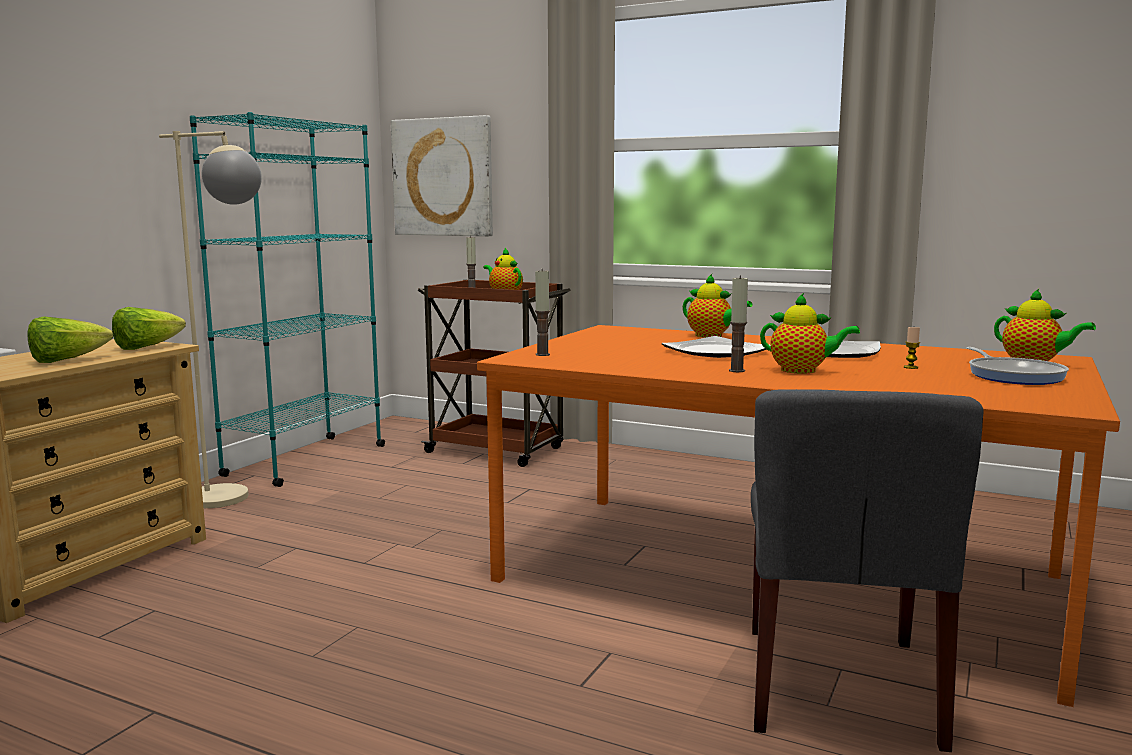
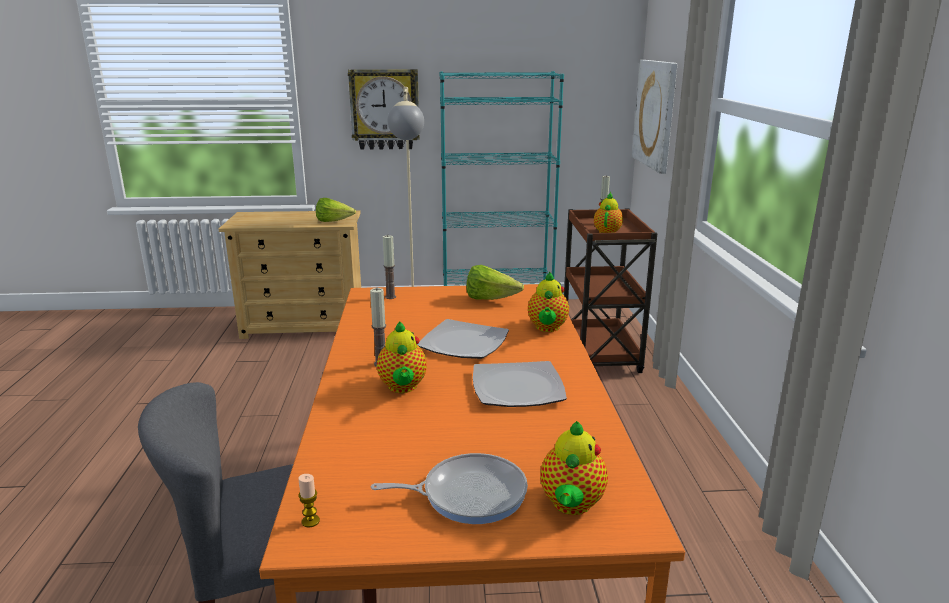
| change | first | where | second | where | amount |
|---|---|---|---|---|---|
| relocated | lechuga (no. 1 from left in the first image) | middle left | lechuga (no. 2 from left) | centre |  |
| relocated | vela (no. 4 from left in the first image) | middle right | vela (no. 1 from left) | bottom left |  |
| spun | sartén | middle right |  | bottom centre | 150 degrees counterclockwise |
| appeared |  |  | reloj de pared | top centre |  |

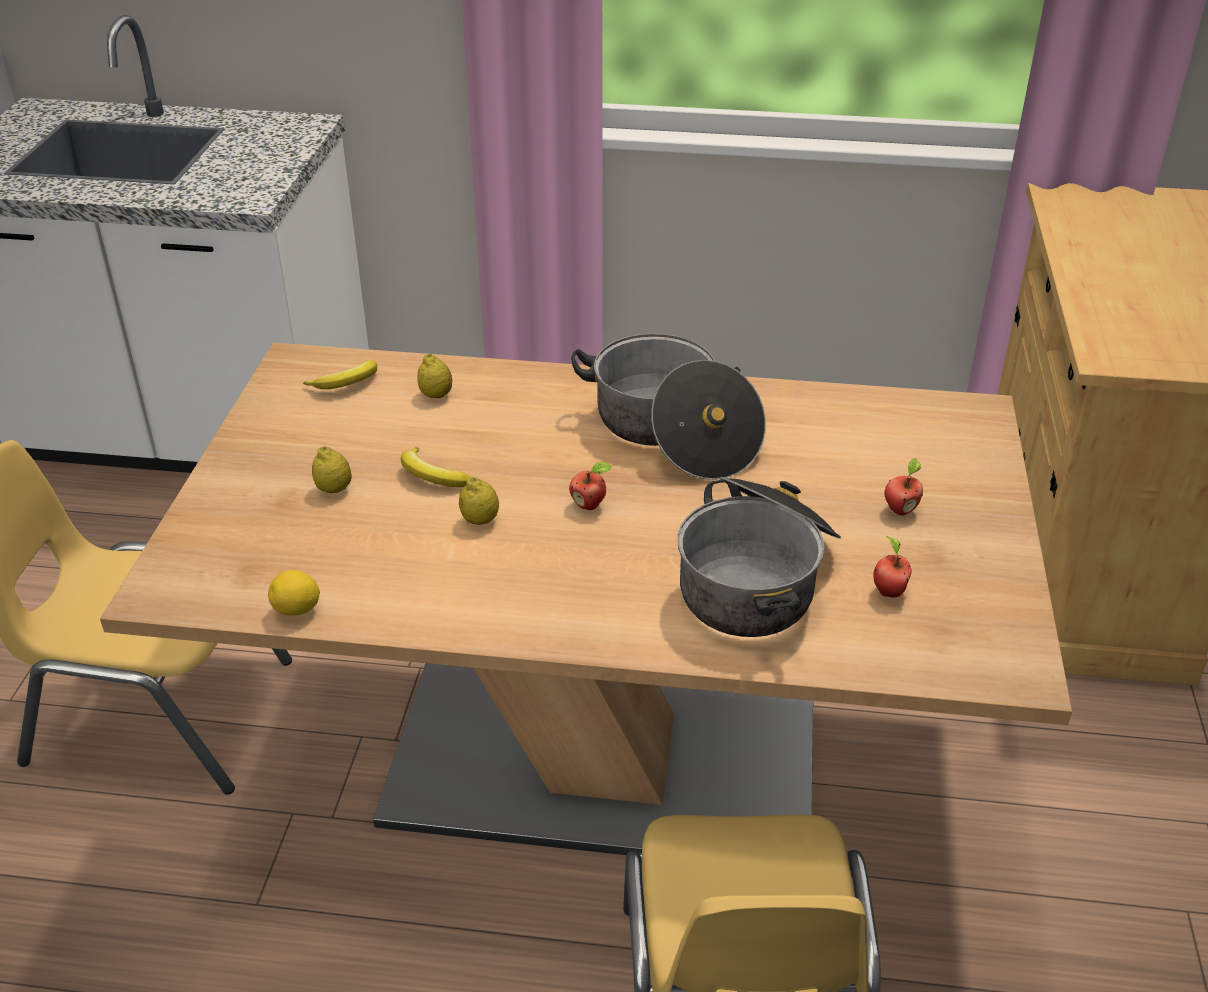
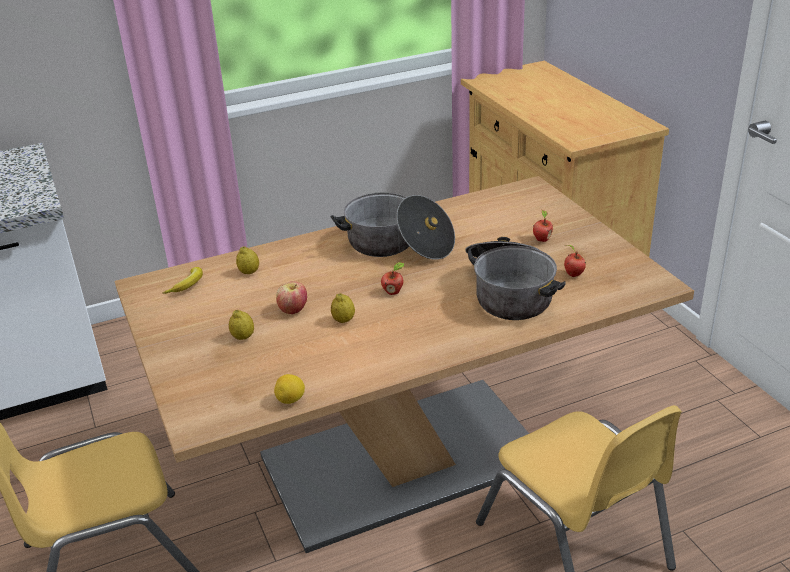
| change | first | where | second | where | amount |
|---|---|---|---|---|---|
| exchanged | plátano (no. 2 from left) | centre | manzana (no. 1 from left) | centre |  |

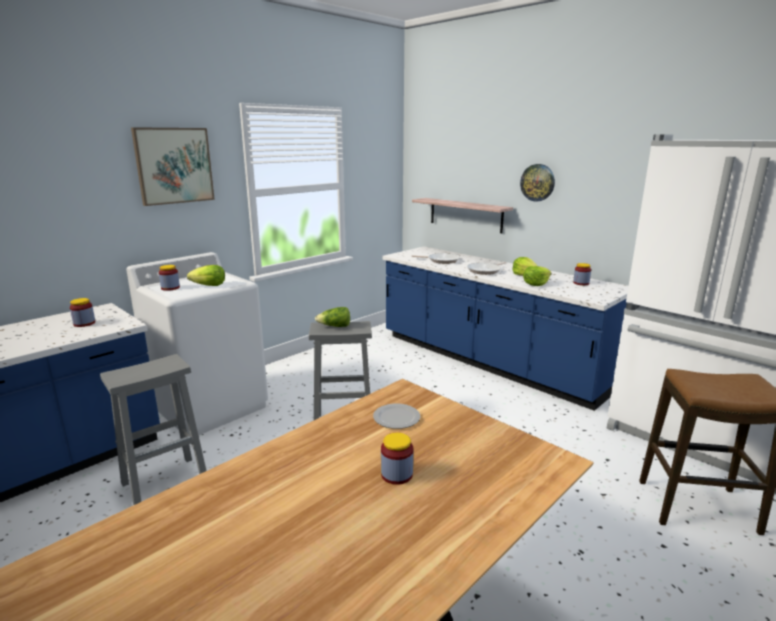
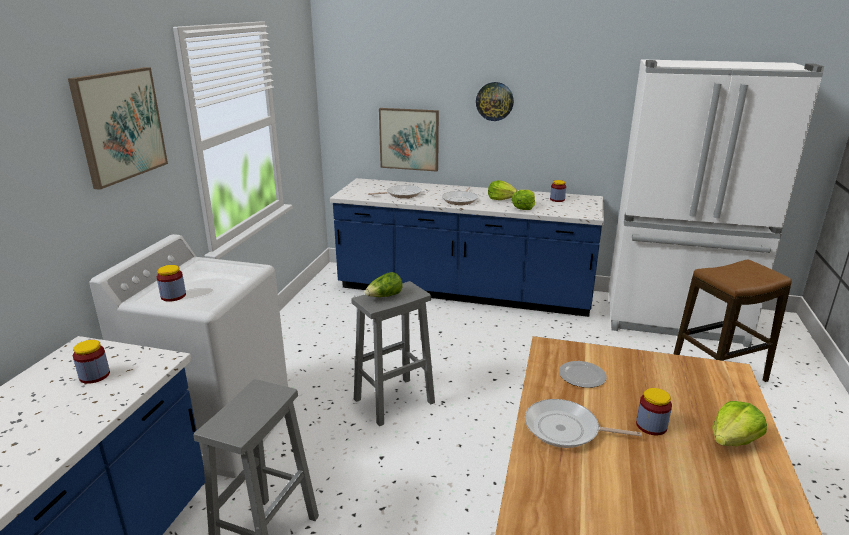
| change | first | where | second | where | amount |
|---|---|---|---|---|---|
| exchanged | estante | centre | cuadro (no. 2 from left) | top centre |  |
| relocated | lechuga (no. 1 from left in the first image) | middle left | lechuga (no. 4 from left) | bottom right |  |
| appeared |  |  | sartén (no. 3 from left) | bottom right |  |

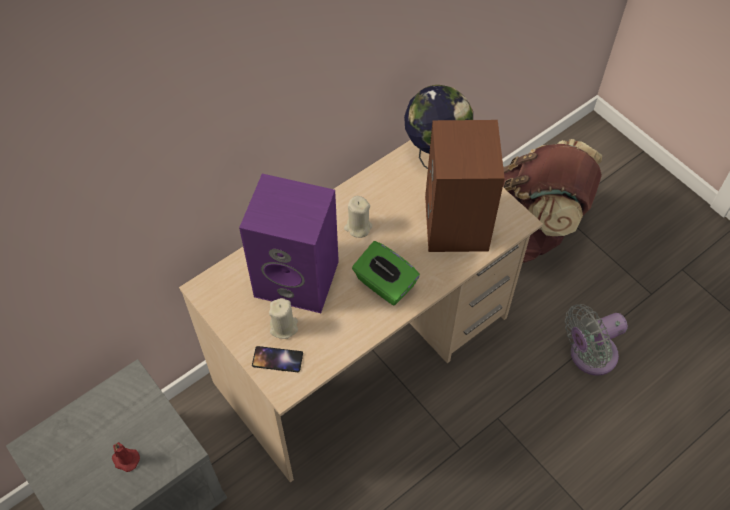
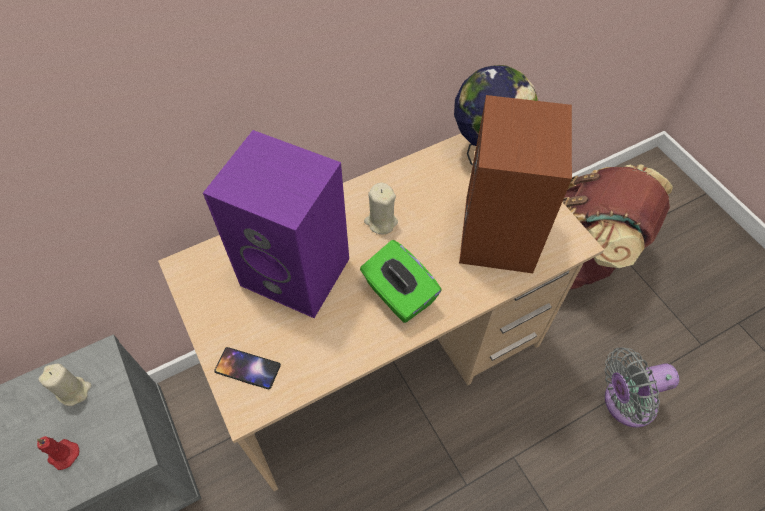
| change | first | where | second | where | amount |
|---|---|---|---|---|---|
| relocated | vela (beis) (no. 1 from left) | centre |  | bottom left |  |

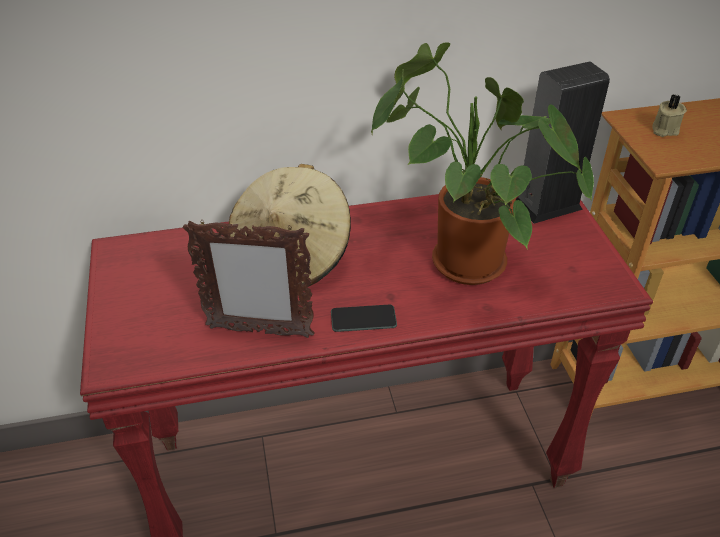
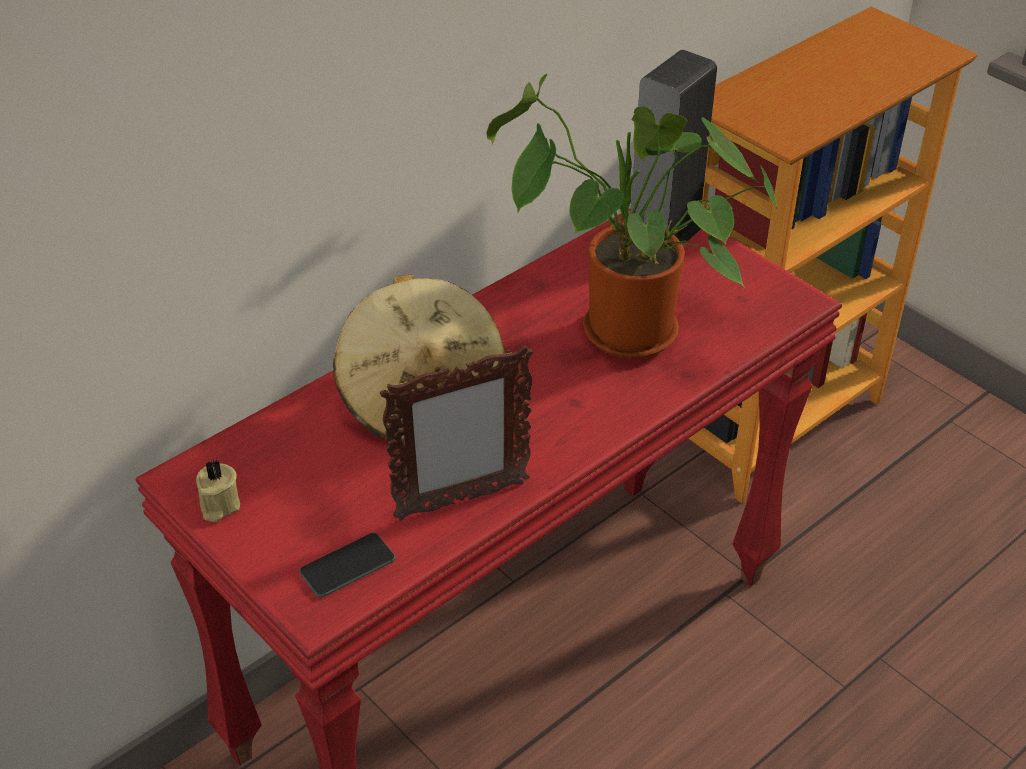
| change | first | where | second | where | amount |
|---|---|---|---|---|---|
| relocated | vela (beis) | top right |  | middle left |  |
| relocated | móvil | centre |  | bottom centre |  |

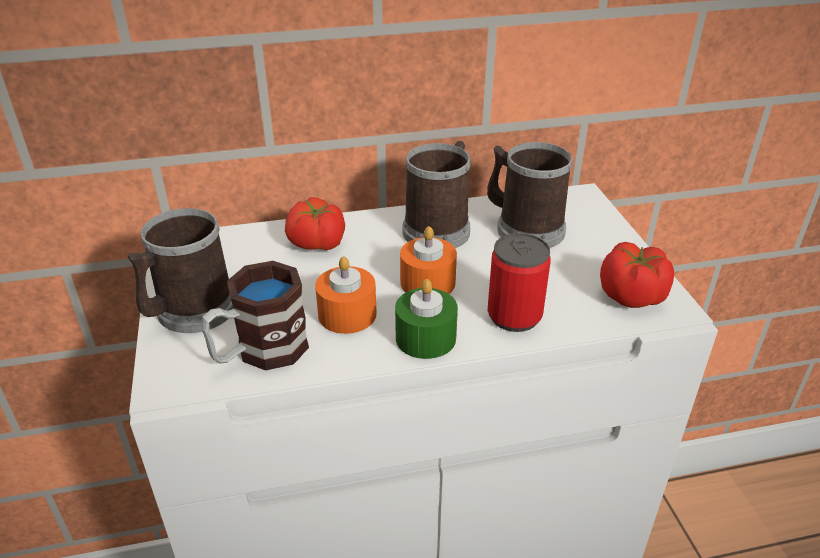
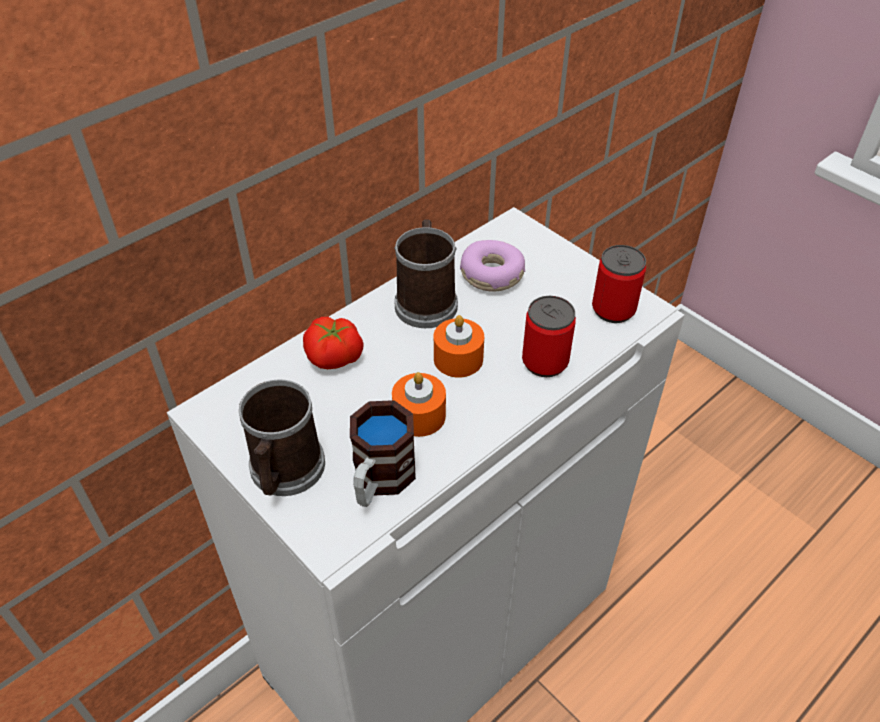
| change | first | where | second | where | amount |
|---|---|---|---|---|---|
| exchanged | taza grande (no. 4 from left) | centre | rosquilla | centre |  |
| exchanged | tomate (no. 2 from left) | middle right | lata (no. 2 from left) | middle right |  |
| missing | vela (verde) | centre |  |  |  |

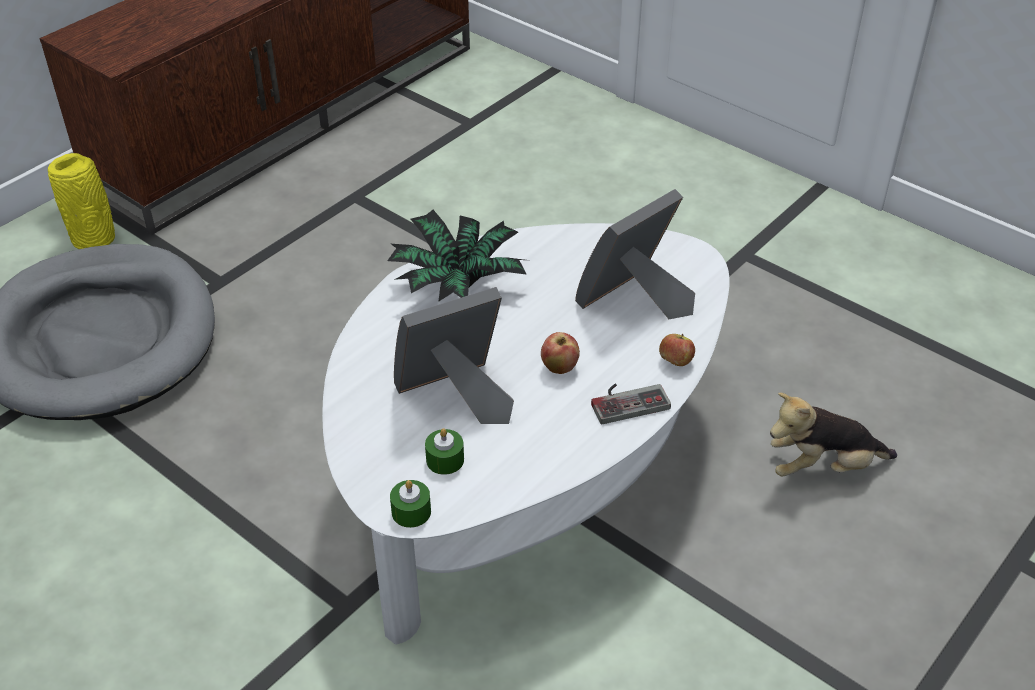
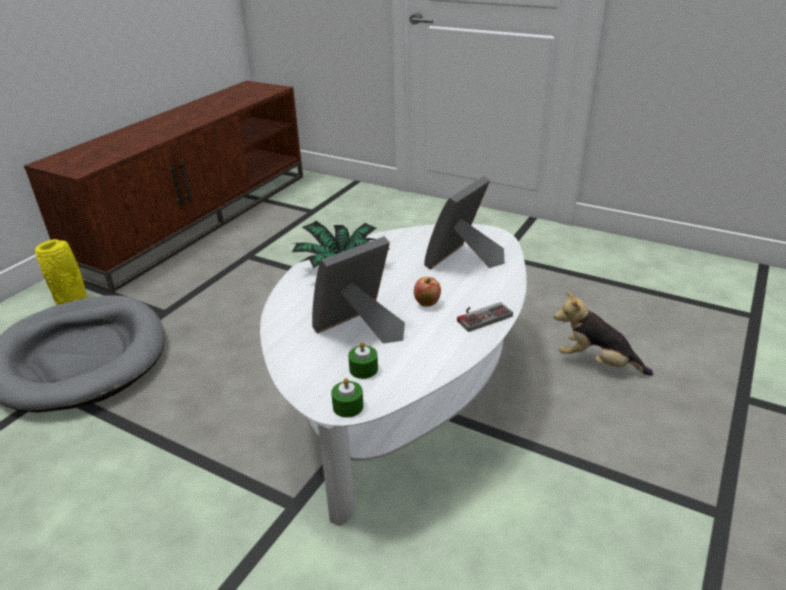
| change | first | where | second | where | amount |
|---|---|---|---|---|---|
| missing | manzana (no. 2 from left) | centre |  |  |  |
| spun | peluche | middle right |  | middle right | 45 degrees clockwise |

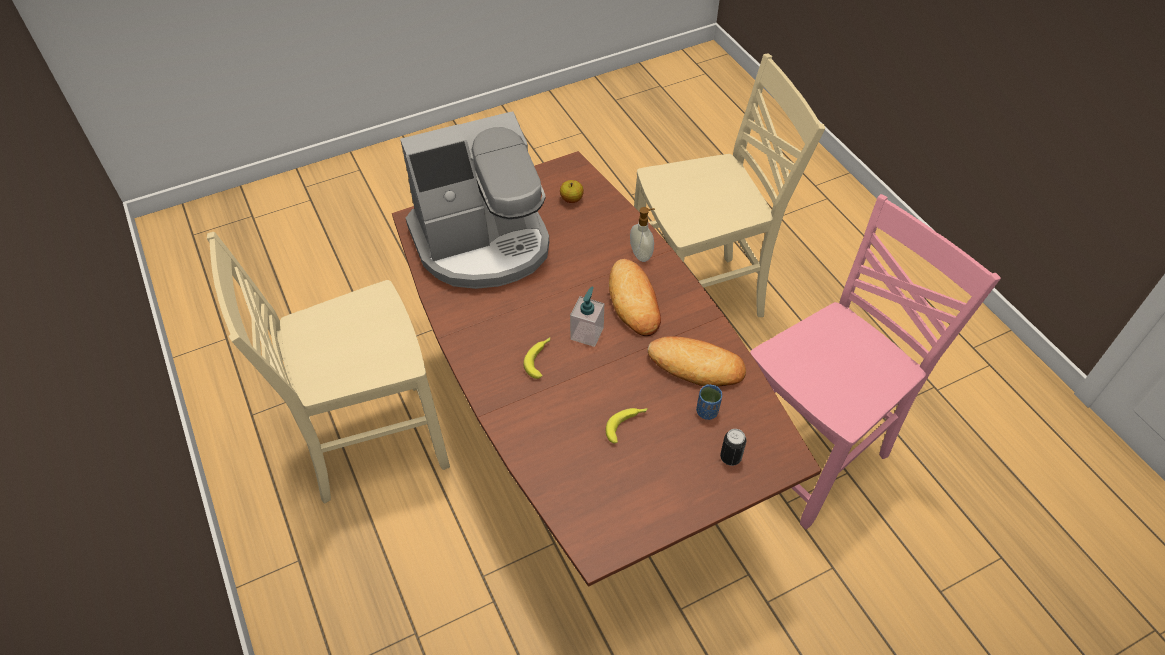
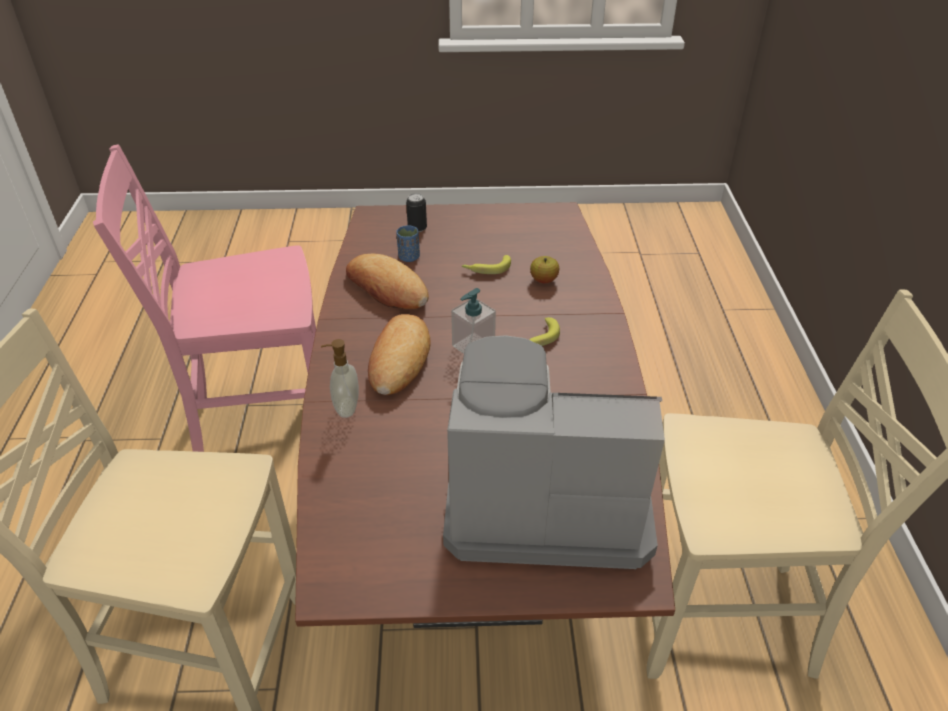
| change | first | where | second | where | amount |
|---|---|---|---|---|---|
| relocated | manzana | top centre |  | centre |  |

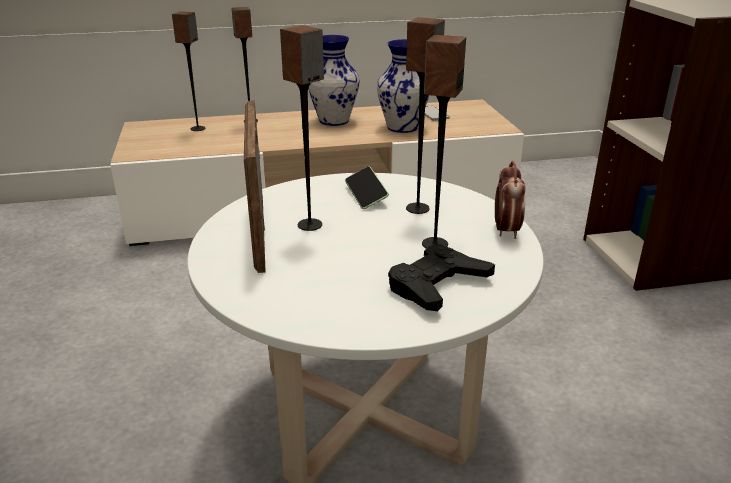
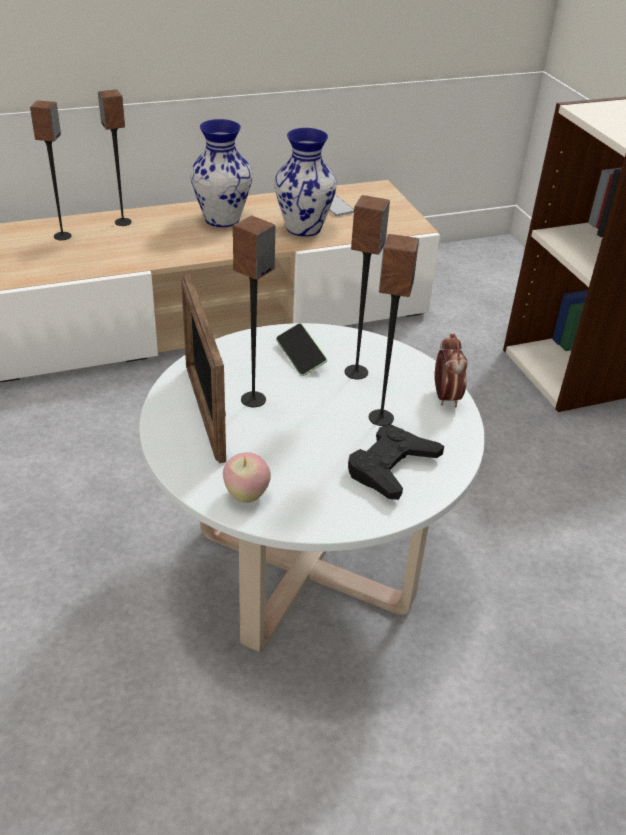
| change | first | where | second | where | amount |
|---|---|---|---|---|---|
| appeared |  |  | manzana | centre |  |

